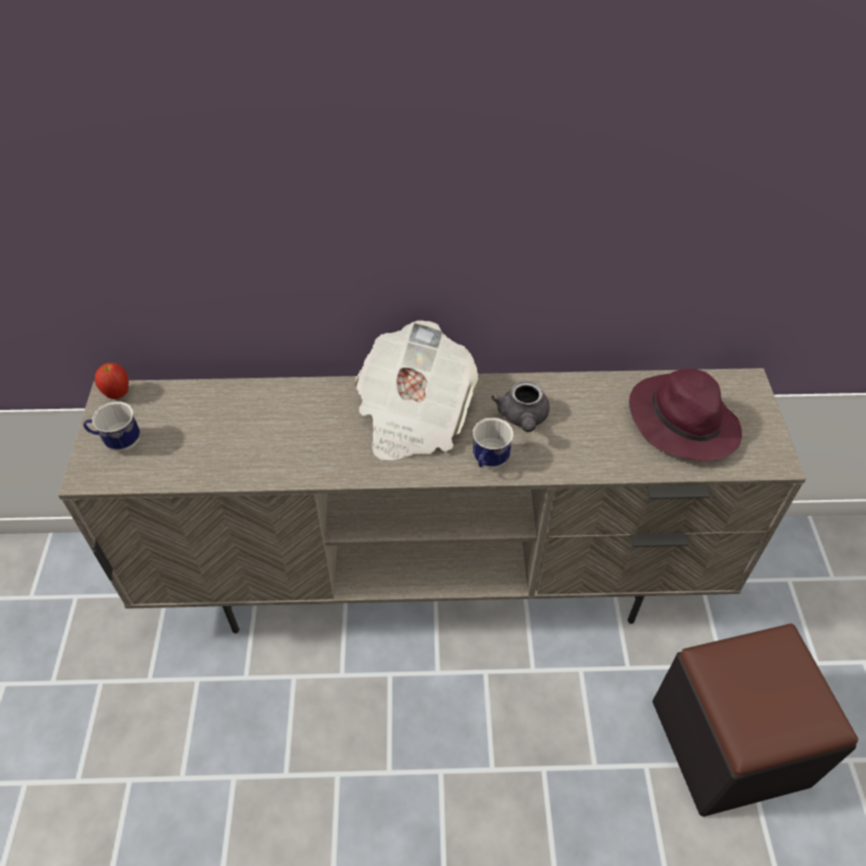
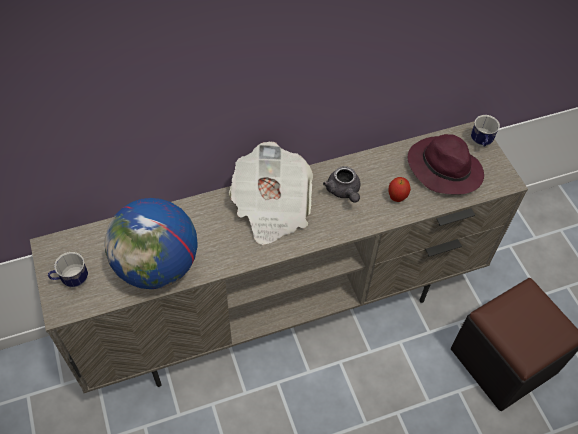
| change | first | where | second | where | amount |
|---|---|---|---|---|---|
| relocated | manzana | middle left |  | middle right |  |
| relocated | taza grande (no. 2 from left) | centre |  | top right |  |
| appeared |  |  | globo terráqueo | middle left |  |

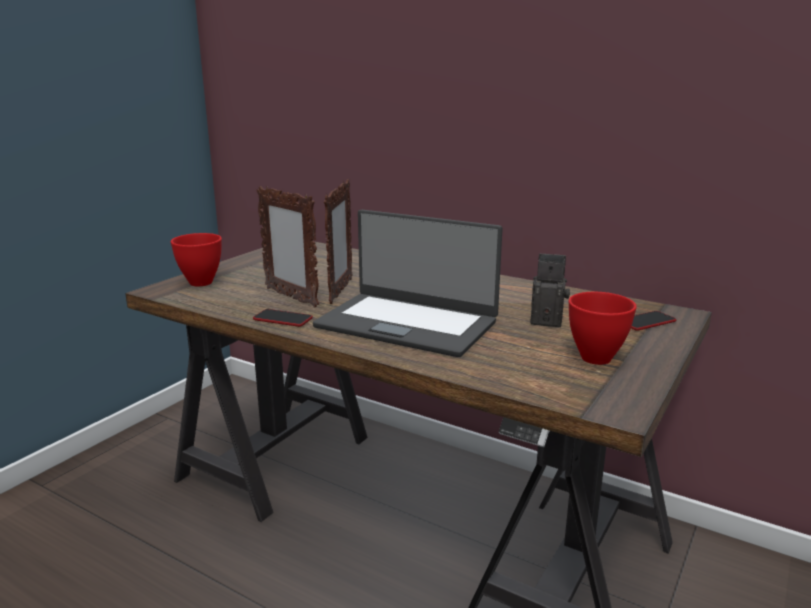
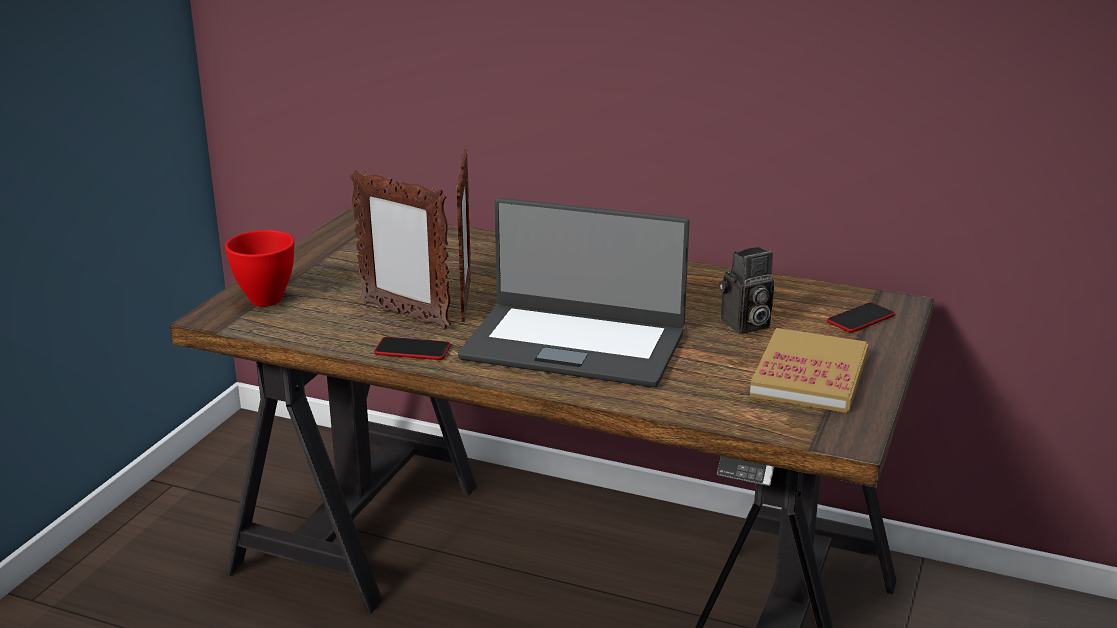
| change | first | where | second | where | amount |
|---|---|---|---|---|---|
| spun | cámara | middle right |  | middle right | 150 degrees clockwise |
| exchanged | cuenco (rojo) (no. 2 from left) | middle right | libro | middle right |  |

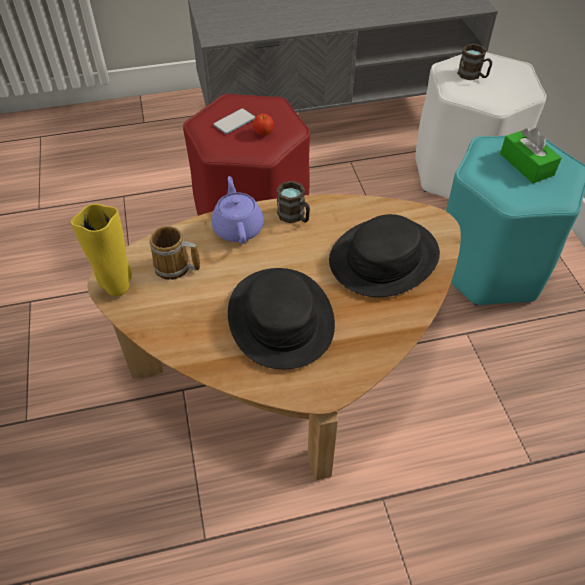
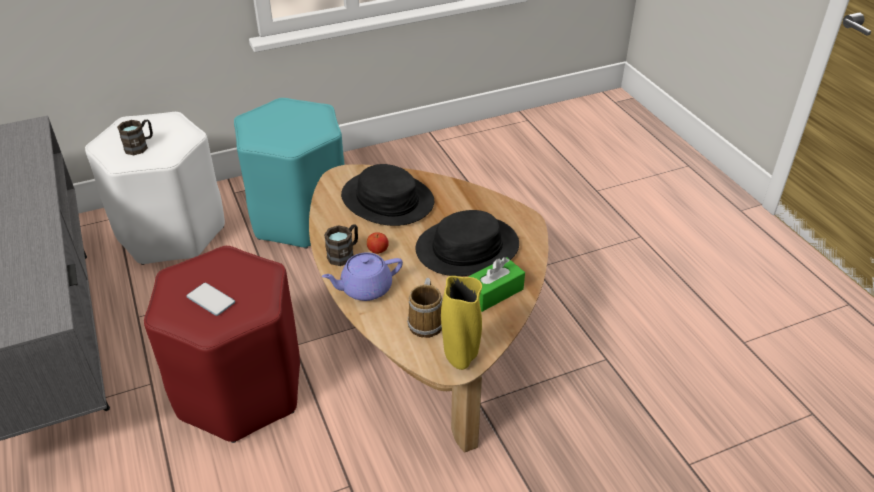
| change | first | where | second | where | amount |
|---|---|---|---|---|---|
| relocated | manzana | top centre |  | centre |  |
| relocated | caja de pañuelos (verde) | top right |  | centre |  |

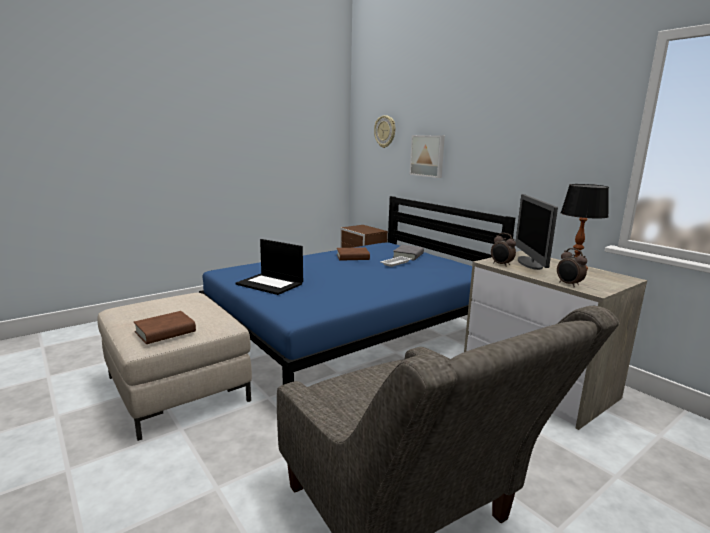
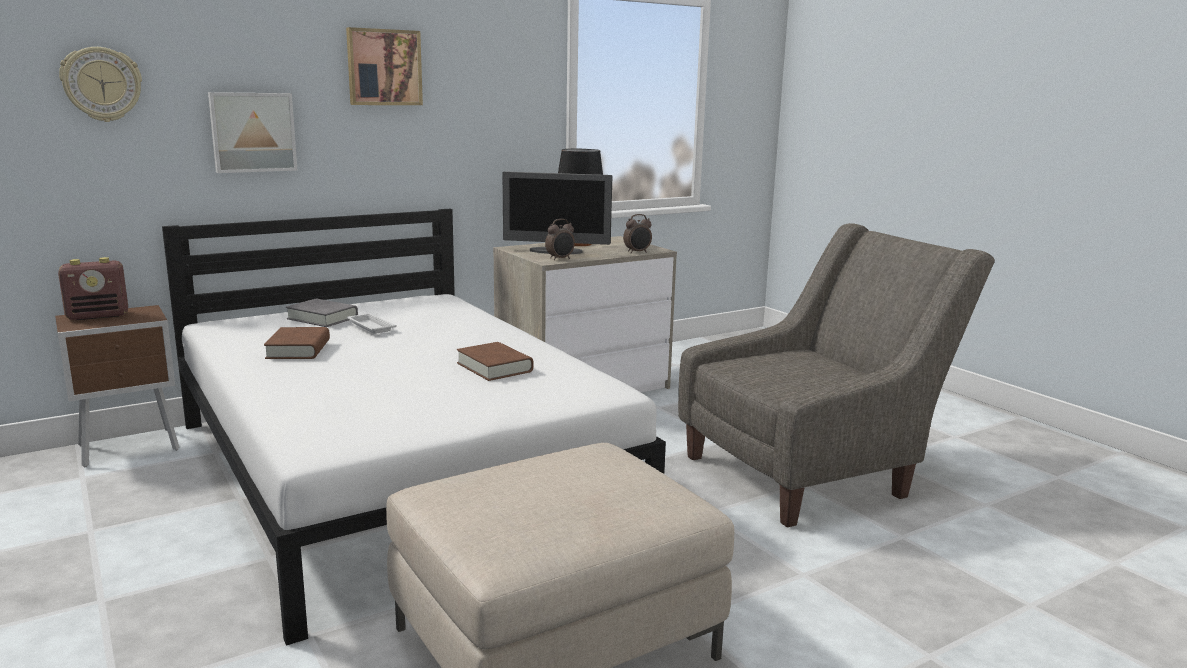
| change | first | where | second | where | amount |
|---|---|---|---|---|---|
| colour | cama (azul) | centre | cama (blanco) | centre |  |
| missing | portátil | centre |  |  |  |
| relocated | libro (marrón) (no. 1 from left in the first image) | middle left | libro (marrón) (no. 2 from left) | centre |  |
| appeared |  |  | cuadro (no. 2 from left) | top left |  |
| appeared |  |  | radio | middle left |  |

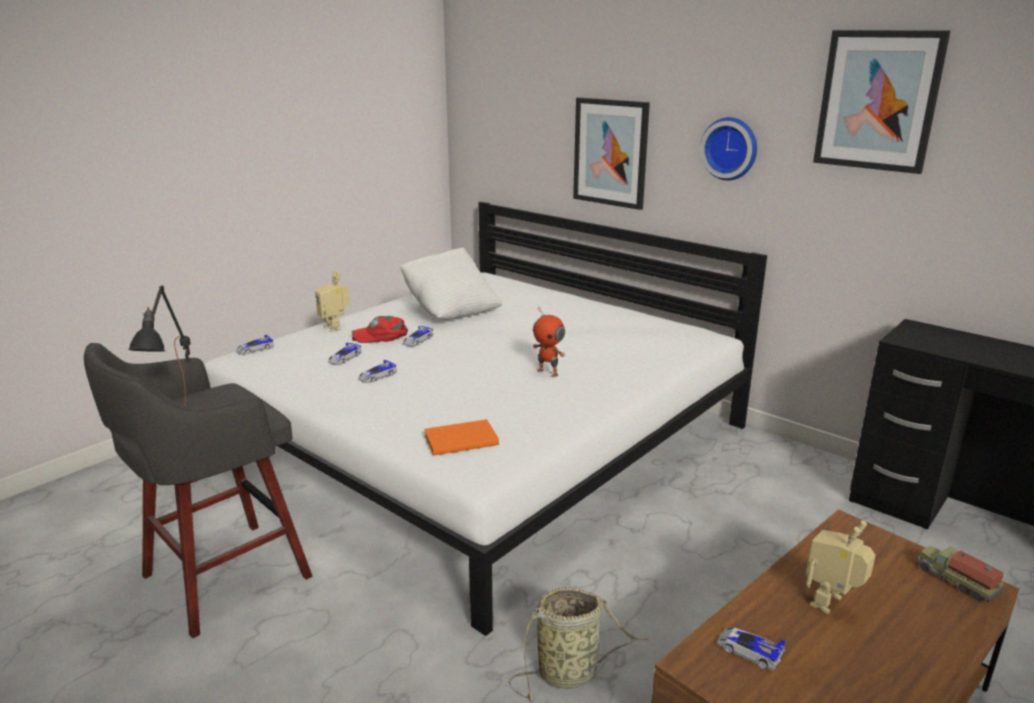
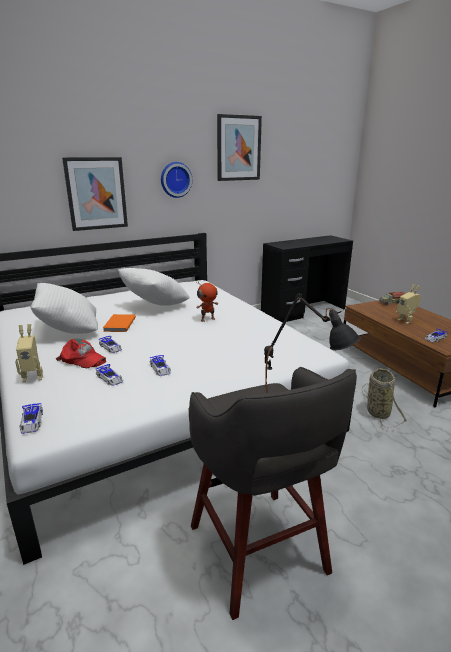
| change | first | where | second | where | amount |
|---|---|---|---|---|---|
| spun | gorra (rojo) | centre |  | middle left | 75 degrees counterclockwise |
| relocated | libro (naranja) | centre |  | middle left |  |
| appeared |  |  | cojín (blanco) (no. 2 from left) | centre |  |

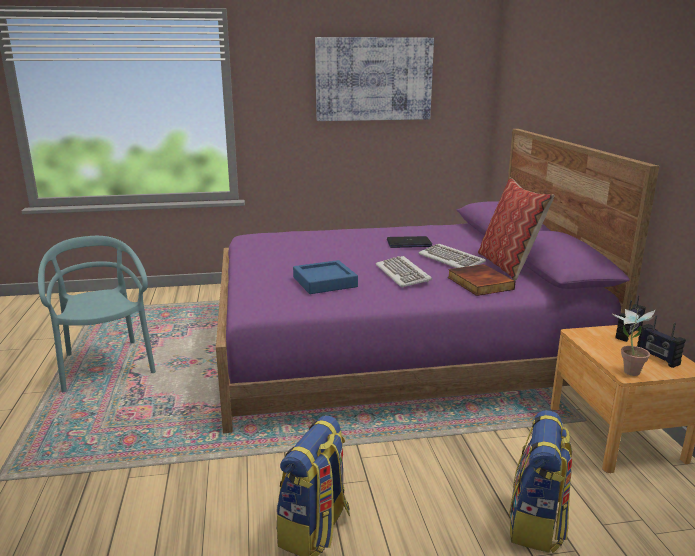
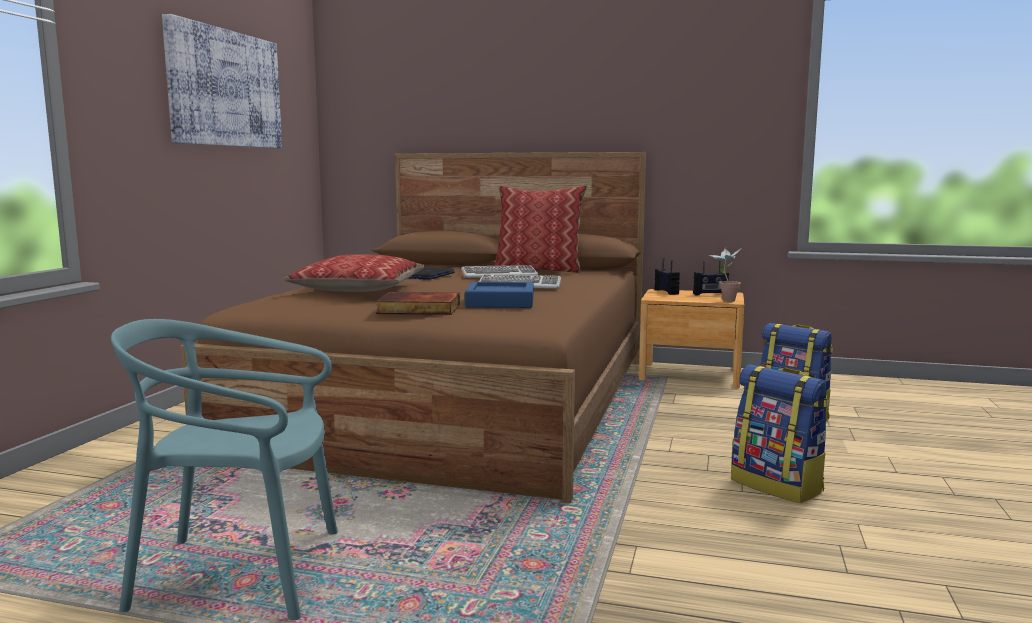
| change | first | where | second | where | amount |
|---|---|---|---|---|---|
| colour | cama (morado) | centre | cama (marrón) | centre |  |
| relocated | libro | middle right |  | centre |  |
| appeared |  |  | cojín (no. 1 from left) | centre |  |

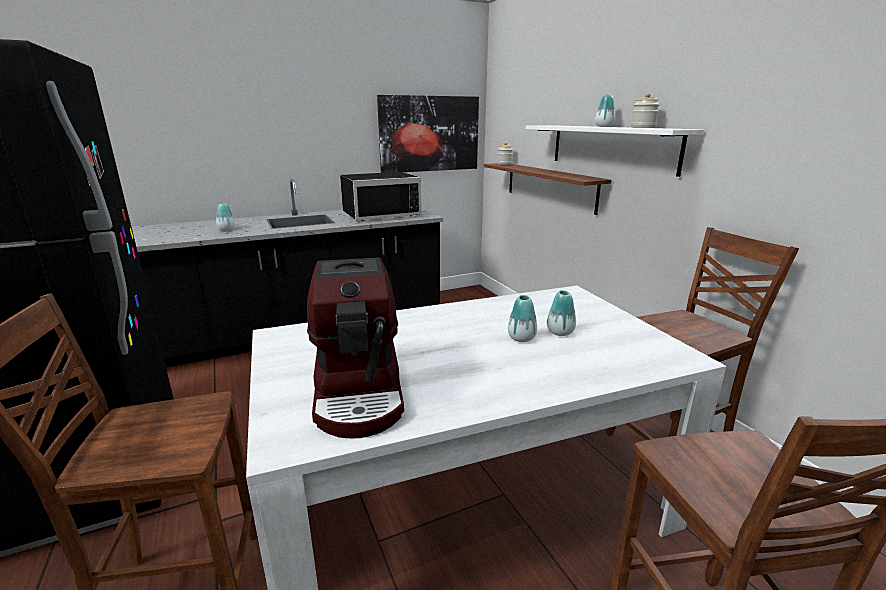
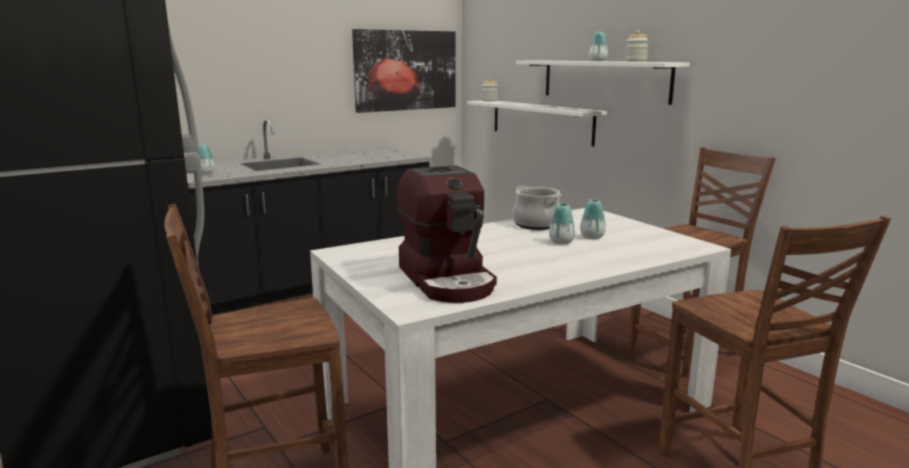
| change | first | where | second | where | amount |
|---|---|---|---|---|---|
| colour | estante (marrón) | top centre | estante (blanco) (no. 1 from left) | top centre |  |
| missing | microondas (negro) | top centre |  |  |  |
| appeared |  |  | olla | centre |  |

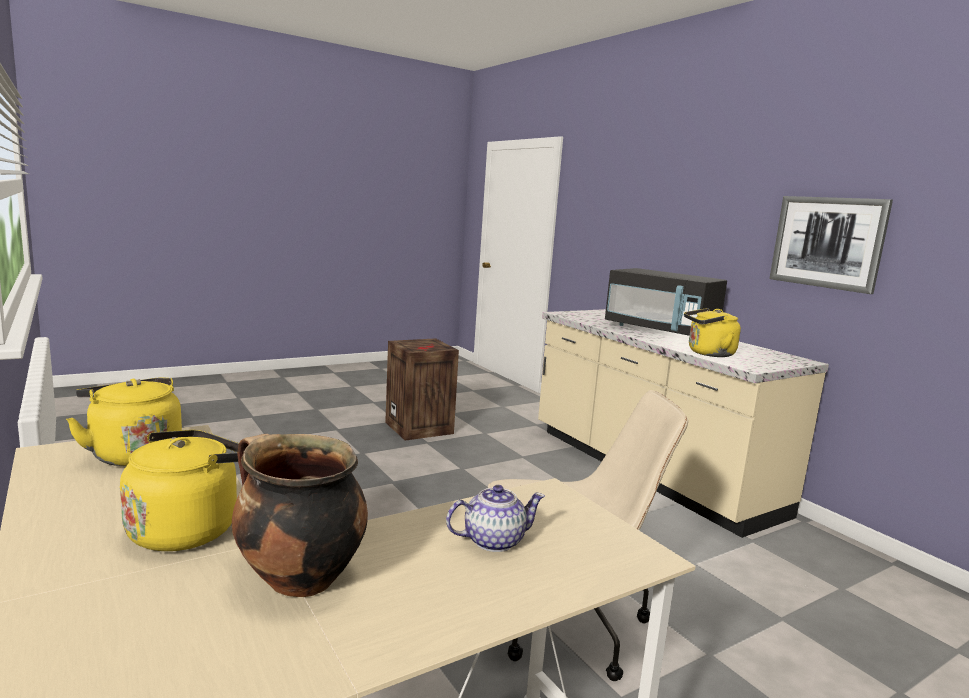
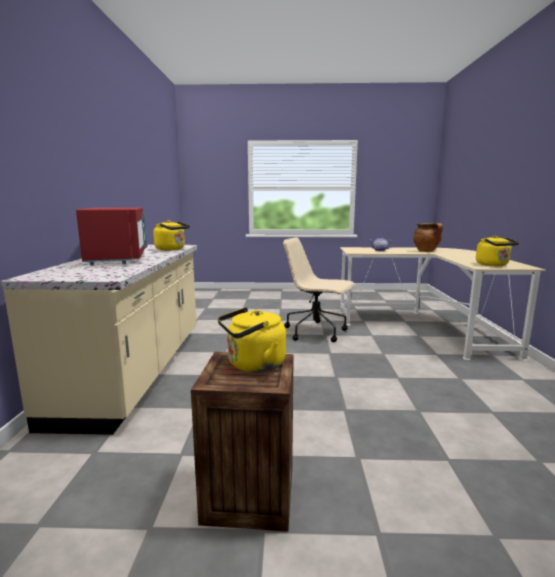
| change | first | where | second | where | amount |
|---|---|---|---|---|---|
| missing | cuadro | middle right |  |  |  |
| colour | microondas (negro) | middle right | microondas (rojo) | middle left |  |
| relocated | hervidor (amarillo) (no. 2 from left) | bottom left |  | centre |  |

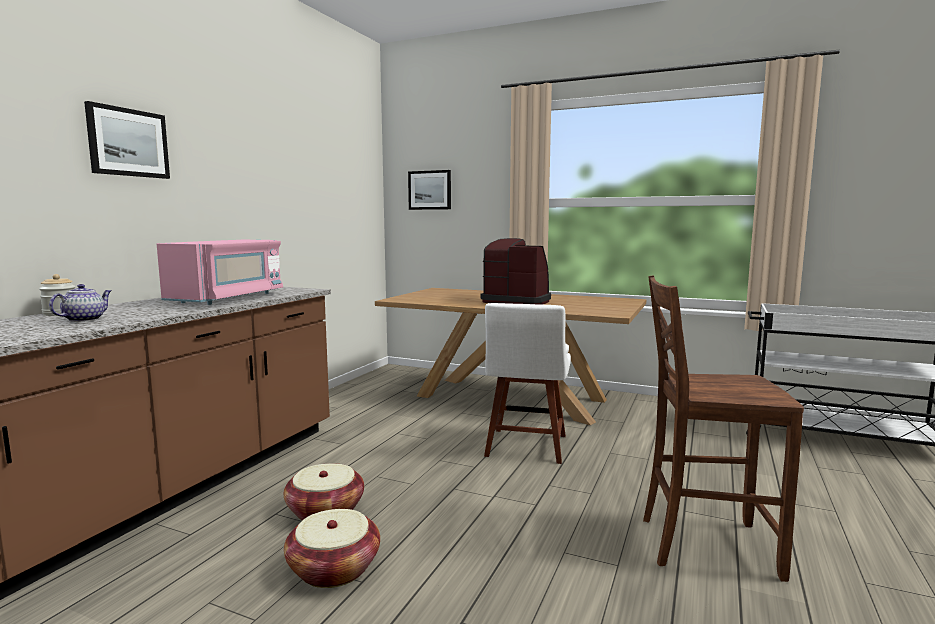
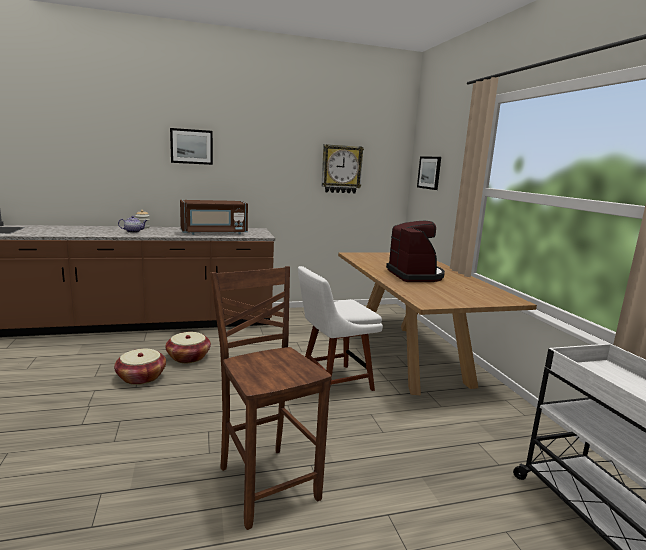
| change | first | where | second | where | amount |
|---|---|---|---|---|---|
| colour | microondas (rosa) | middle left | microondas (marrón) | middle left |  |
| appeared |  |  | reloj de pared | top centre |  |

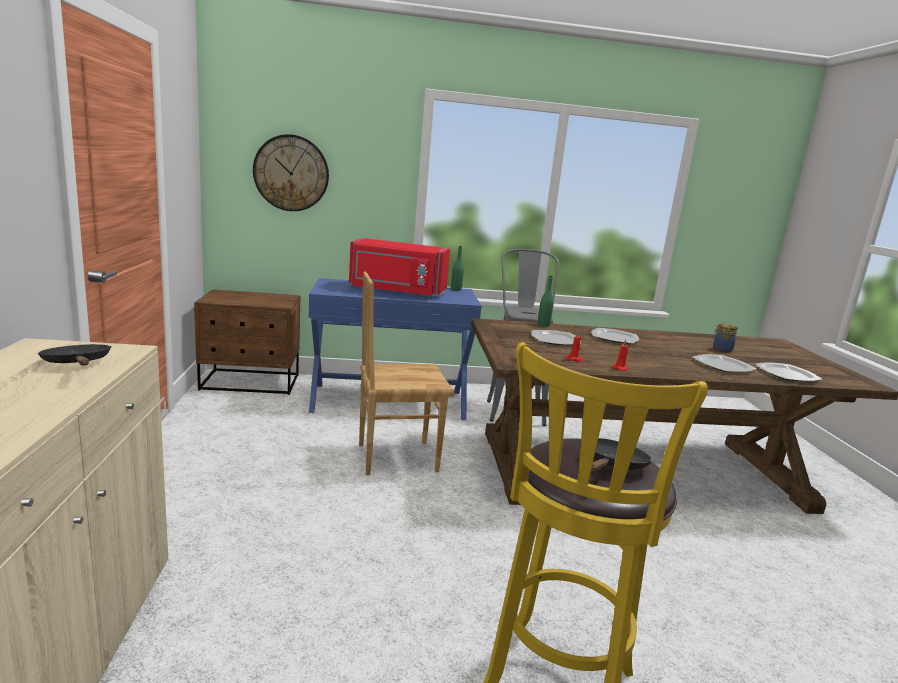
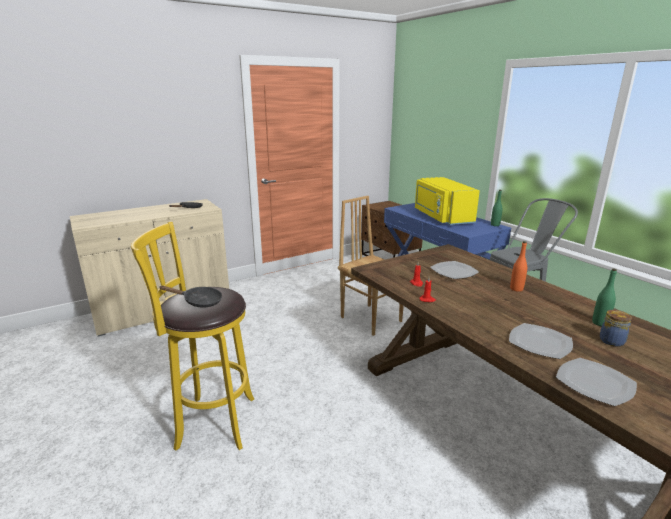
| change | first | where | second | where | amount |
|---|---|---|---|---|---|
| missing | reloj de pared | top left |  |  |  |
| colour | microondas (rojo) | centre | microondas (amarillo) | centre |  |
| relocated | botella (verde) (no. 2 from left) | centre |  | middle right |  |
| exchanged | plato (no. 2 from left) | middle right | botella (naranja) | middle right |  |

